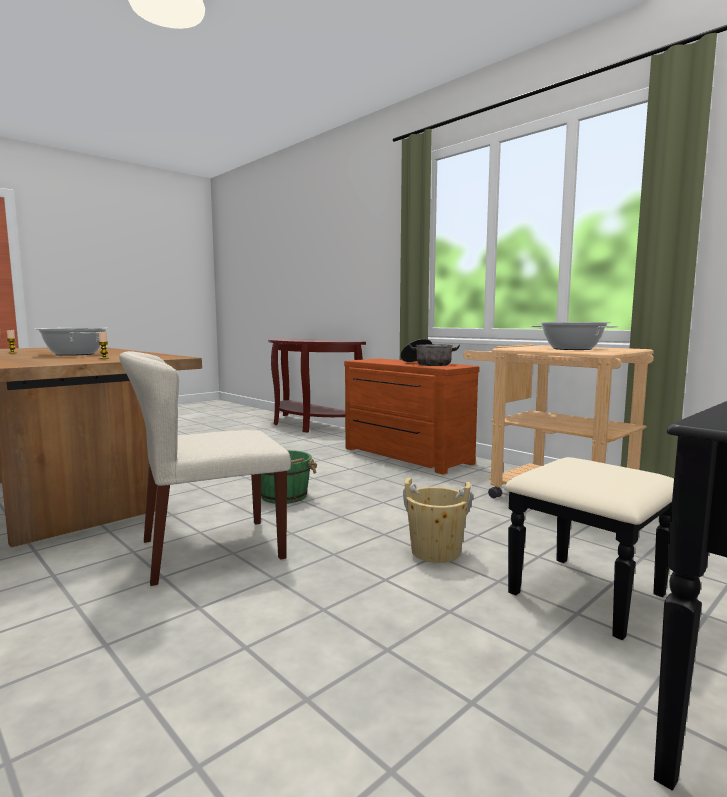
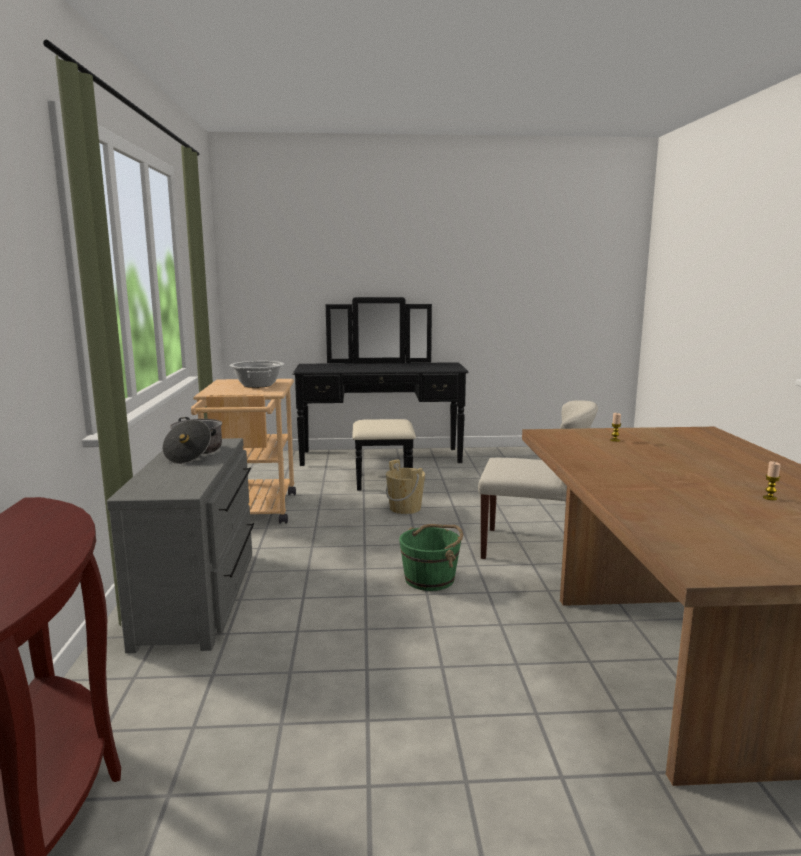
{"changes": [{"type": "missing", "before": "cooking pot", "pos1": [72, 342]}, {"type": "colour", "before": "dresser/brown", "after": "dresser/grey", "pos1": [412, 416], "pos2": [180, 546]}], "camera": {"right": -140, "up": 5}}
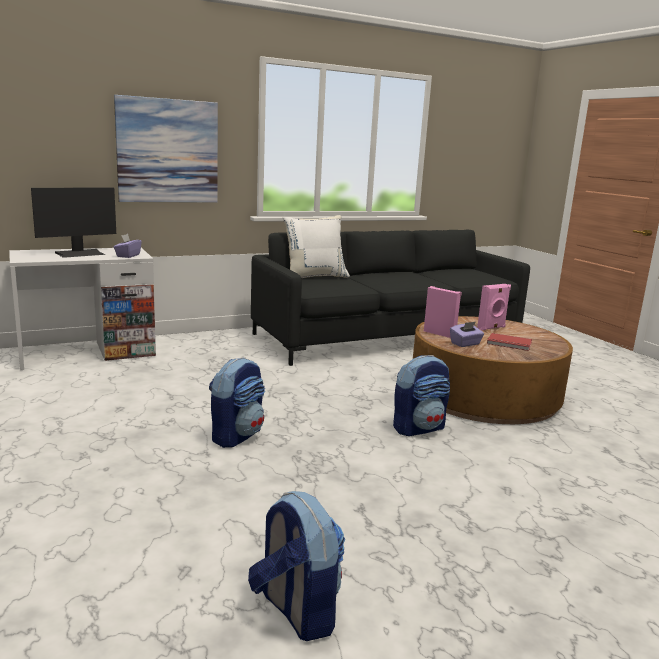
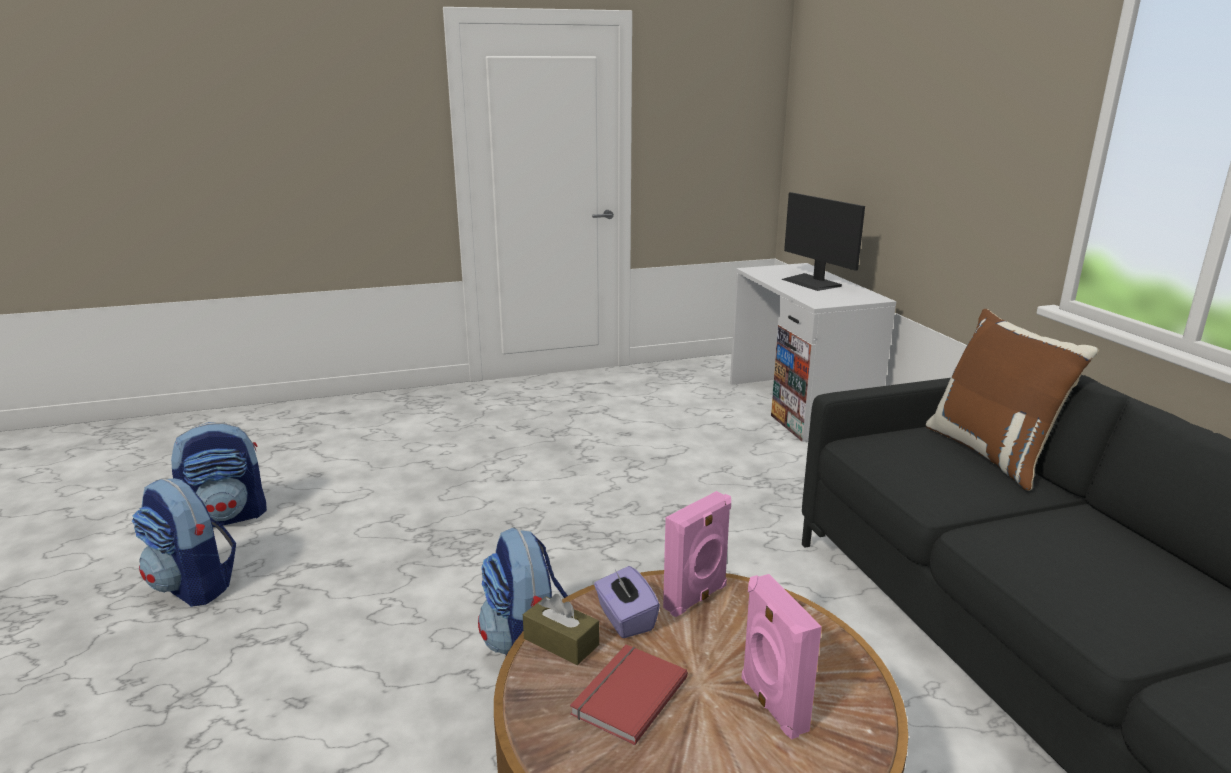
{"changes": [{"type": "missing", "before": "picture", "pos1": [166, 149]}, {"type": "missing", "before": "tissue box/purple", "pos1": [128, 246]}, {"type": "appeared", "after": "tissue box/brown", "pos2": [561, 629]}, {"type": "relocated", "before": "backpack", "pos1": [237, 402], "pos2": [184, 542]}, {"type": "colour", "before": "pillow/white", "after": "pillow/brown", "pos1": [316, 246], "pos2": [1012, 400]}], "camera": {"right": 100, "up": 5}}
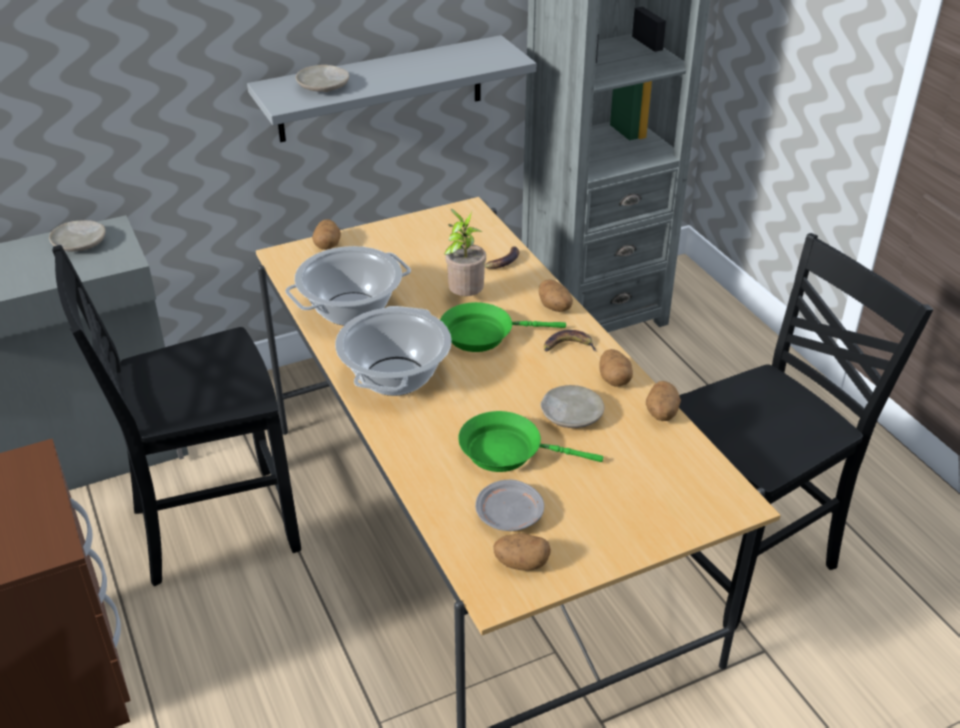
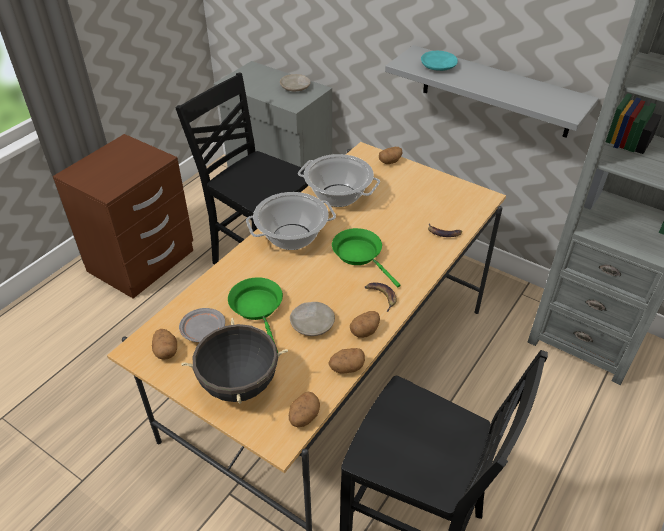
{"changes": [{"type": "missing", "before": "potted plant", "pos1": [465, 252]}, {"type": "appeared", "after": "cooking pot/black", "pos2": [234, 361]}, {"type": "relocated", "before": "potato", "pos1": [556, 295], "pos2": [304, 409]}, {"type": "colour", "before": "plate/beige", "after": "plate/turquoise", "pos1": [322, 78], "pos2": [439, 61]}], "camera": {"right": 60, "up": 5}}
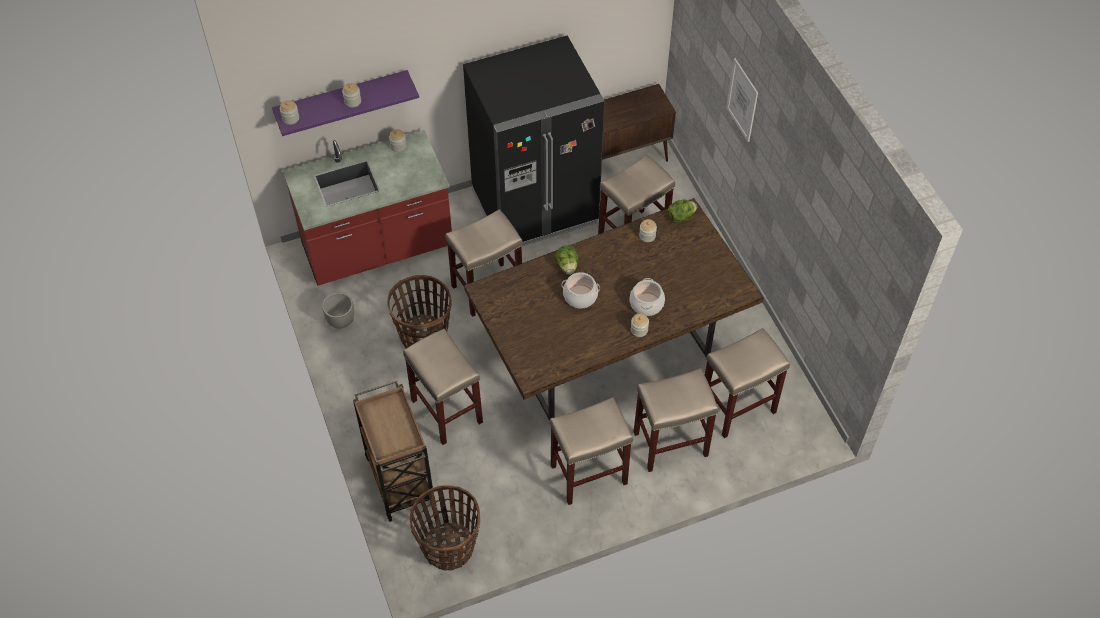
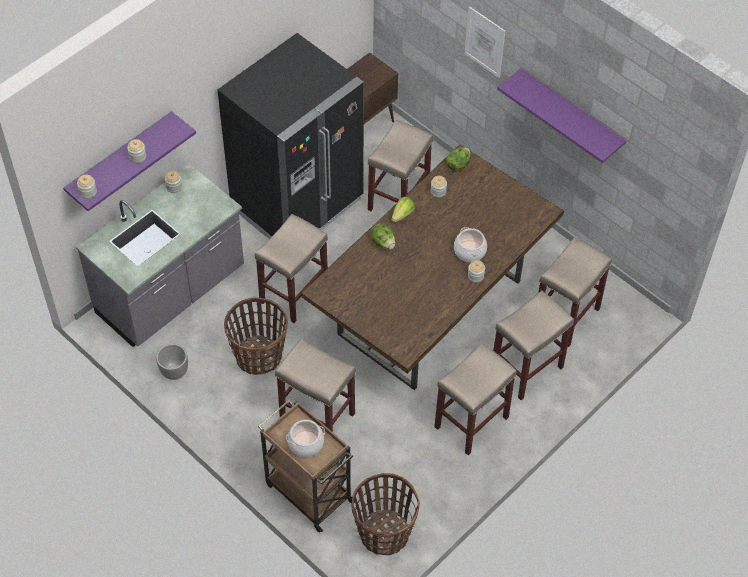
{"changes": [{"type": "appeared", "after": "lettuce", "pos2": [403, 210]}, {"type": "appeared", "after": "shelf/purple", "pos2": [561, 115]}, {"type": "relocated", "before": "cooking pot", "pos1": [581, 290], "pos2": [305, 438]}, {"type": "colour", "before": "counter/red", "after": "counter/grey", "pos1": [367, 208], "pos2": [160, 255]}], "camera": {"right": -25, "up": 0}}
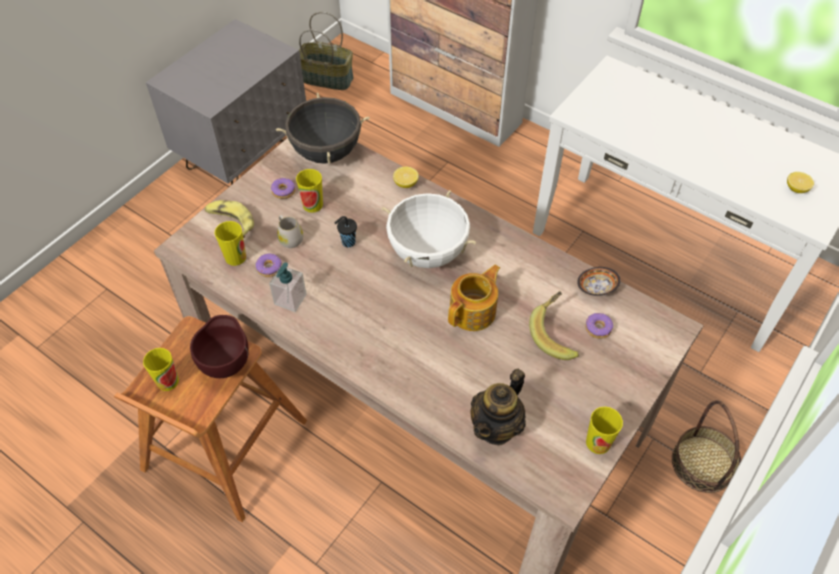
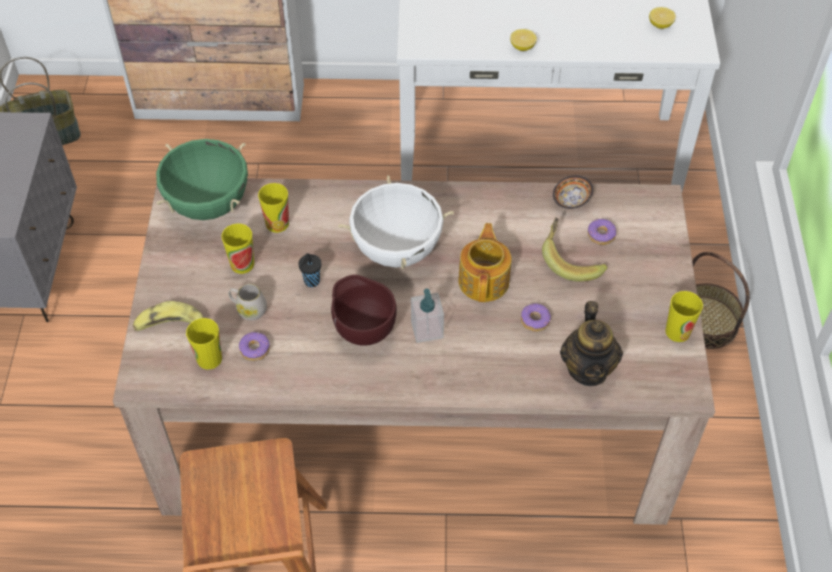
{"changes": [{"type": "relocated", "before": "cup", "pos1": [161, 369], "pos2": [273, 208]}, {"type": "relocated", "before": "bowl/brown", "pos1": [219, 346], "pos2": [364, 310]}, {"type": "relocated", "before": "soap dispenser", "pos1": [288, 287], "pos2": [427, 316]}, {"type": "relocated", "before": "donut", "pos1": [283, 188], "pos2": [536, 317]}, {"type": "relocated", "before": "lemon", "pos1": [406, 177], "pos2": [523, 40]}, {"type": "colour", "before": "cooking pot/black", "after": "cooking pot/green", "pos1": [323, 128], "pos2": [202, 179]}], "camera": {"right": -35, "up": 0}}
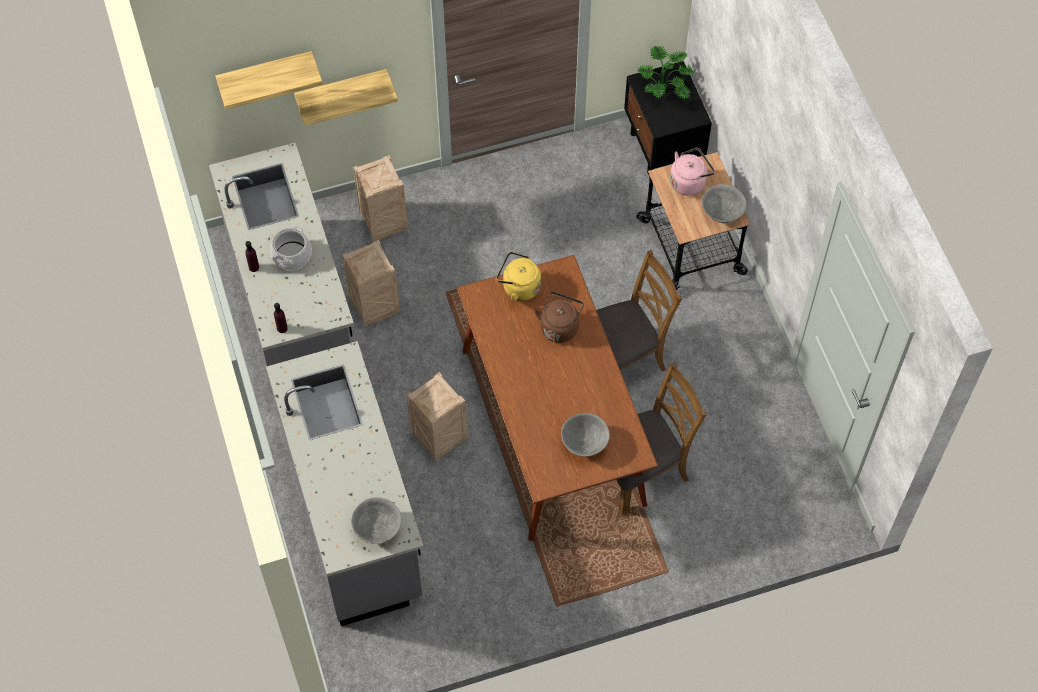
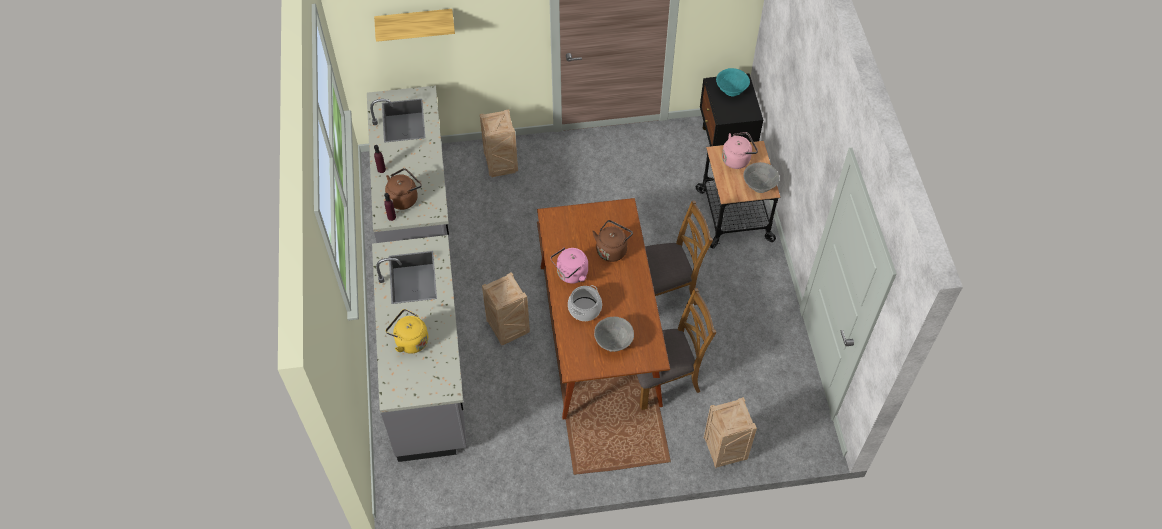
{"changes": [{"type": "missing", "before": "shelf", "pos1": [346, 97]}, {"type": "missing", "before": "bowl/grey", "pos1": [376, 520]}, {"type": "appeared", "after": "kettle/brown", "pos2": [403, 189]}, {"type": "appeared", "after": "kettle/pink", "pos2": [569, 266]}, {"type": "relocated", "before": "cooking pot", "pos1": [291, 248], "pos2": [585, 303]}, {"type": "relocated", "before": "crate", "pos1": [371, 283], "pos2": [730, 432]}, {"type": "relocated", "before": "kettle/yellow", "pos1": [519, 276], "pos2": [407, 331]}, {"type": "exchanged", "before": "potted plant", "after": "bowl/turquoise", "pos1": [666, 72], "pos2": [733, 82]}], "camera": {"right": 10, "up": -5}}
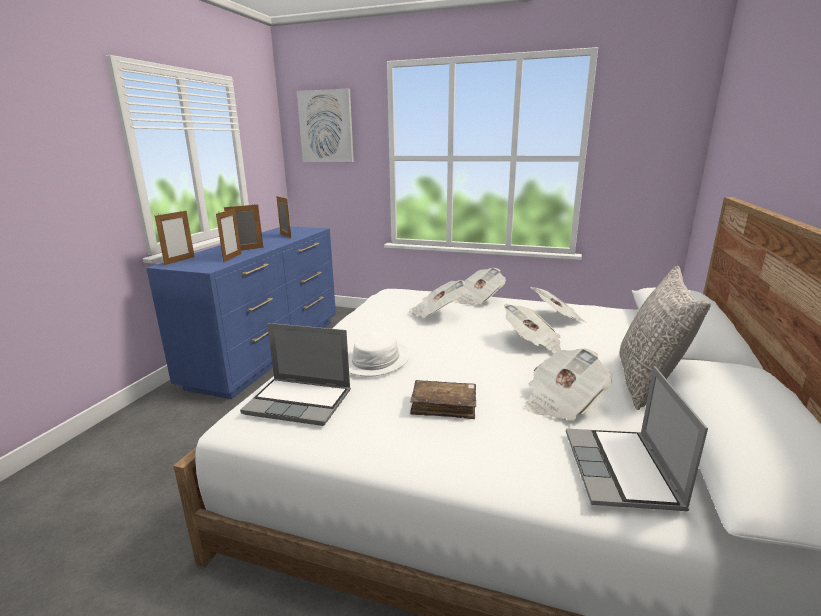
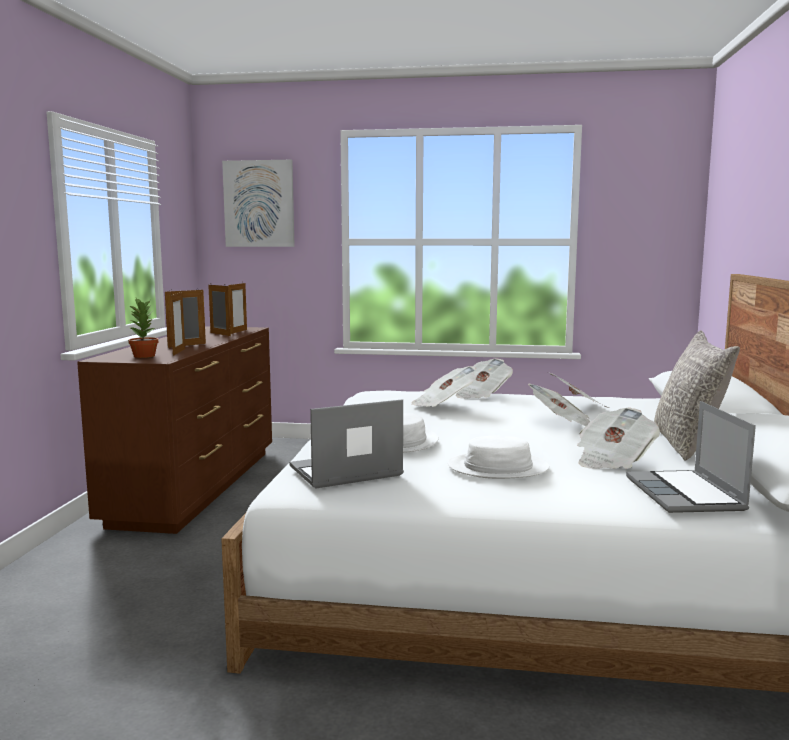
{"changes": [{"type": "appeared", "after": "potted plant", "pos2": [143, 328]}, {"type": "relocated", "before": "picture frame", "pos1": [175, 238], "pos2": [237, 308]}, {"type": "exchanged", "before": "book/brown", "after": "hat/white", "pos1": [443, 399], "pos2": [498, 457]}, {"type": "colour", "before": "dresser/blue", "after": "dresser/brown", "pos1": [241, 312], "pos2": [174, 430]}, {"type": "spun", "before": "laptop", "pos1": [295, 374], "pos2": [347, 443], "turn": 150}], "camera": {"right": -10, "up": -10}}
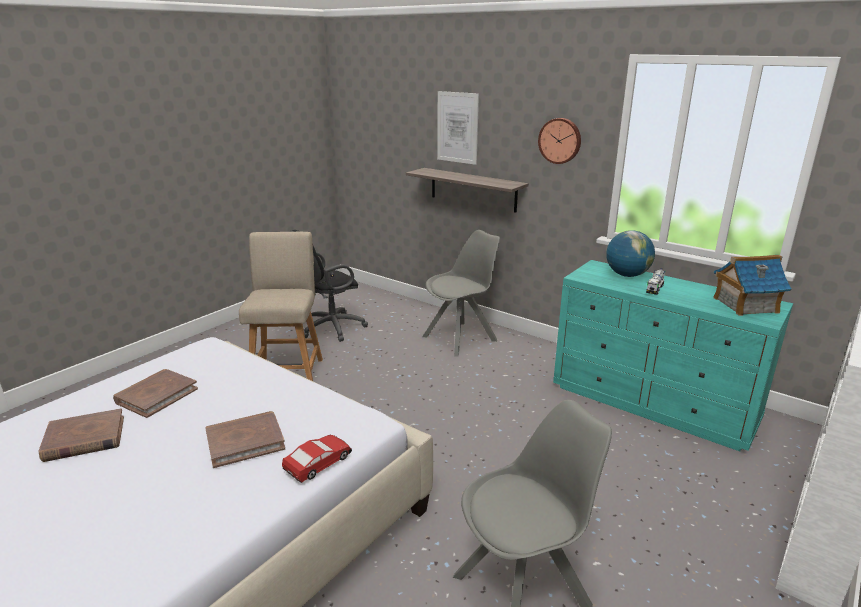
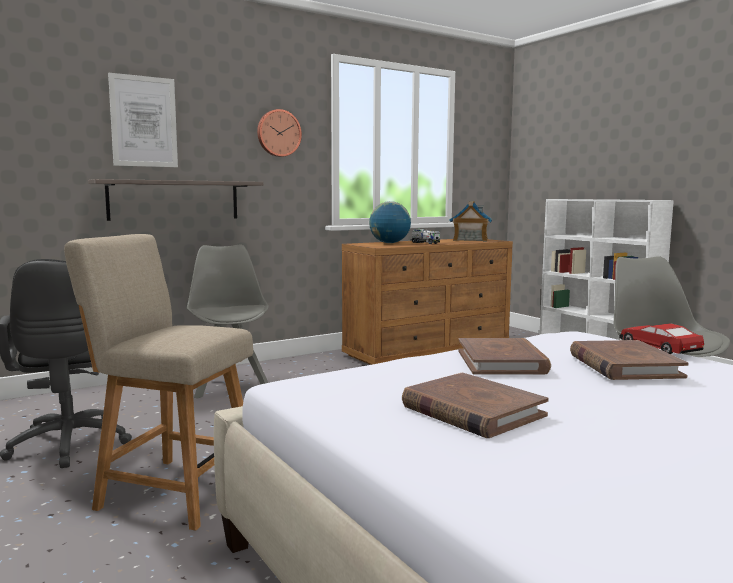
{"changes": [{"type": "relocated", "before": "book/brown", "pos1": [81, 435], "pos2": [504, 356]}, {"type": "colour", "before": "dresser/turquoise", "after": "dresser/brown", "pos1": [673, 355], "pos2": [427, 302]}], "camera": {"right": -70, "up": -15}}
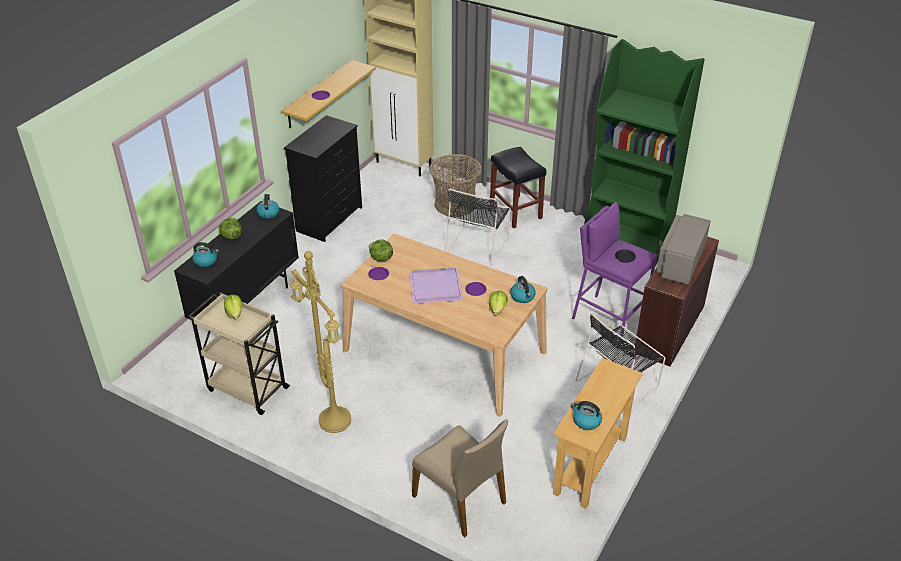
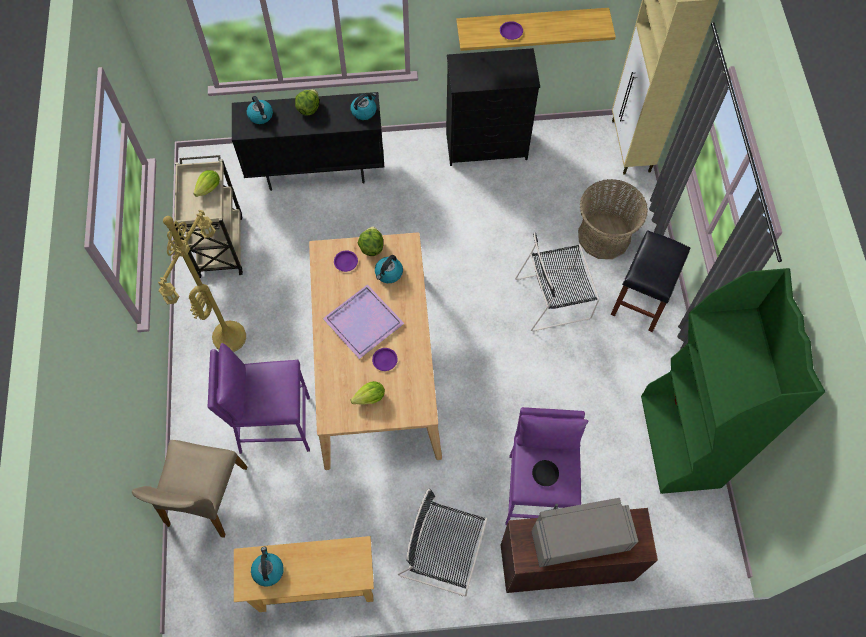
{"changes": [{"type": "appeared", "after": "stool/purple", "pos2": [259, 398]}, {"type": "relocated", "before": "kettle", "pos1": [523, 289], "pos2": [389, 269]}], "camera": {"right": 55, "up": 25}}
